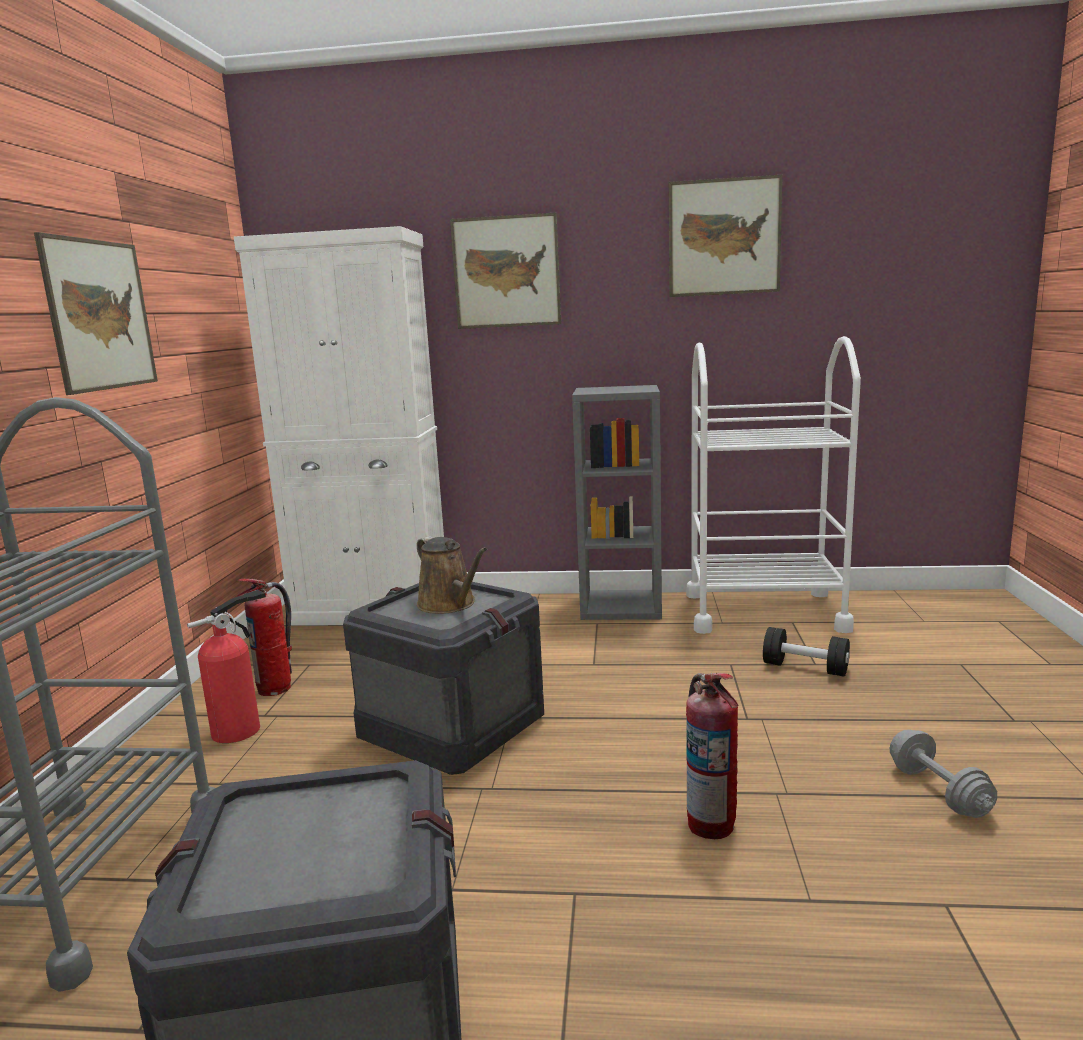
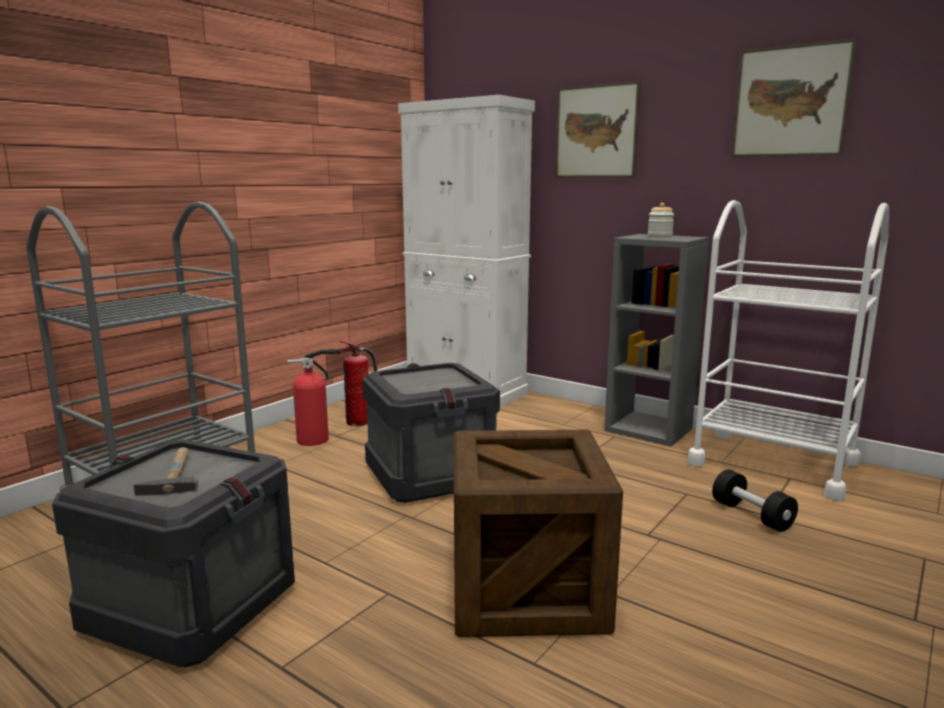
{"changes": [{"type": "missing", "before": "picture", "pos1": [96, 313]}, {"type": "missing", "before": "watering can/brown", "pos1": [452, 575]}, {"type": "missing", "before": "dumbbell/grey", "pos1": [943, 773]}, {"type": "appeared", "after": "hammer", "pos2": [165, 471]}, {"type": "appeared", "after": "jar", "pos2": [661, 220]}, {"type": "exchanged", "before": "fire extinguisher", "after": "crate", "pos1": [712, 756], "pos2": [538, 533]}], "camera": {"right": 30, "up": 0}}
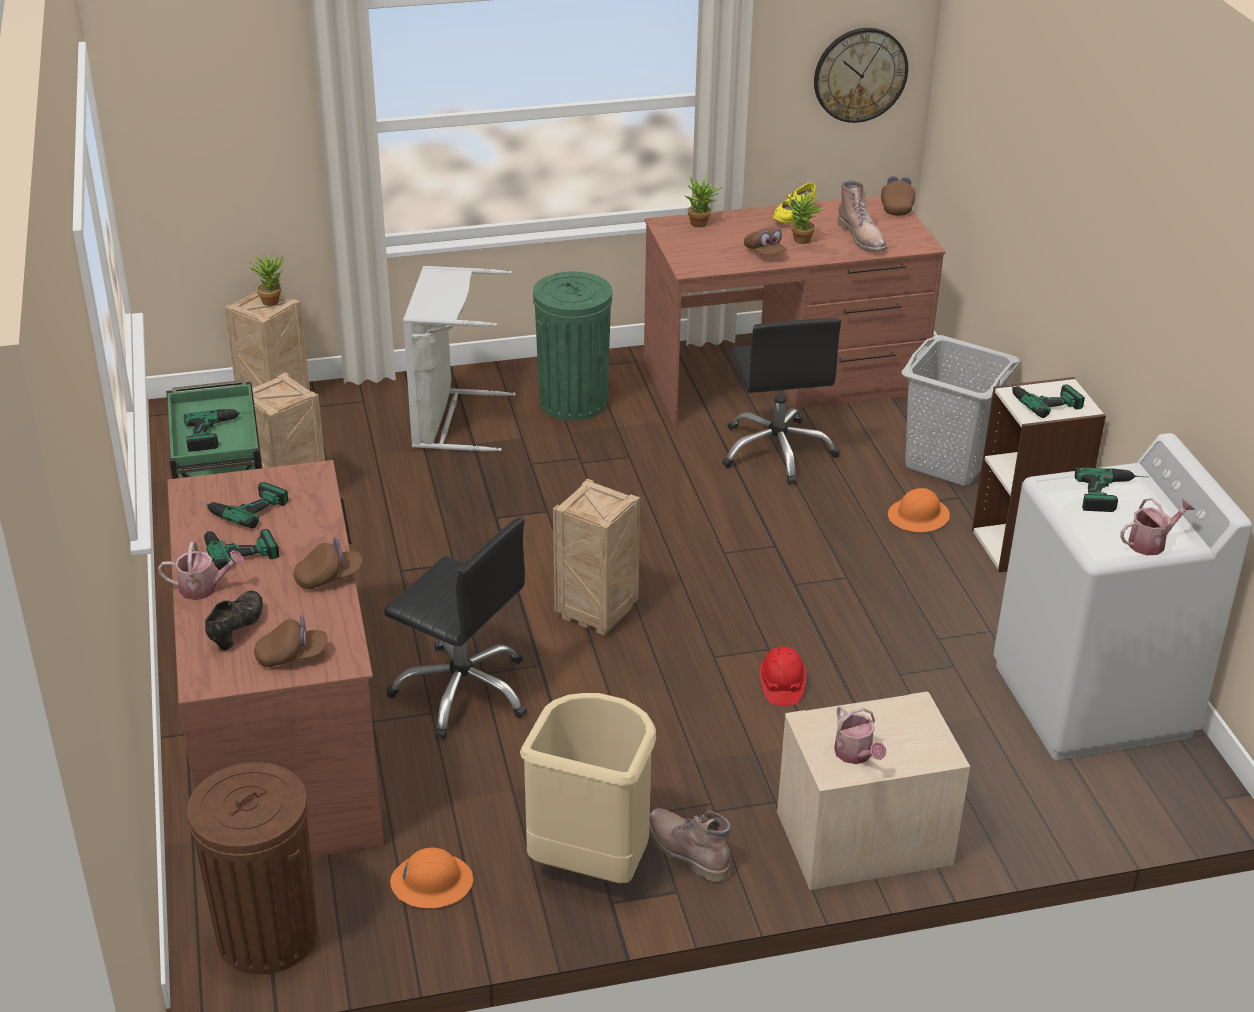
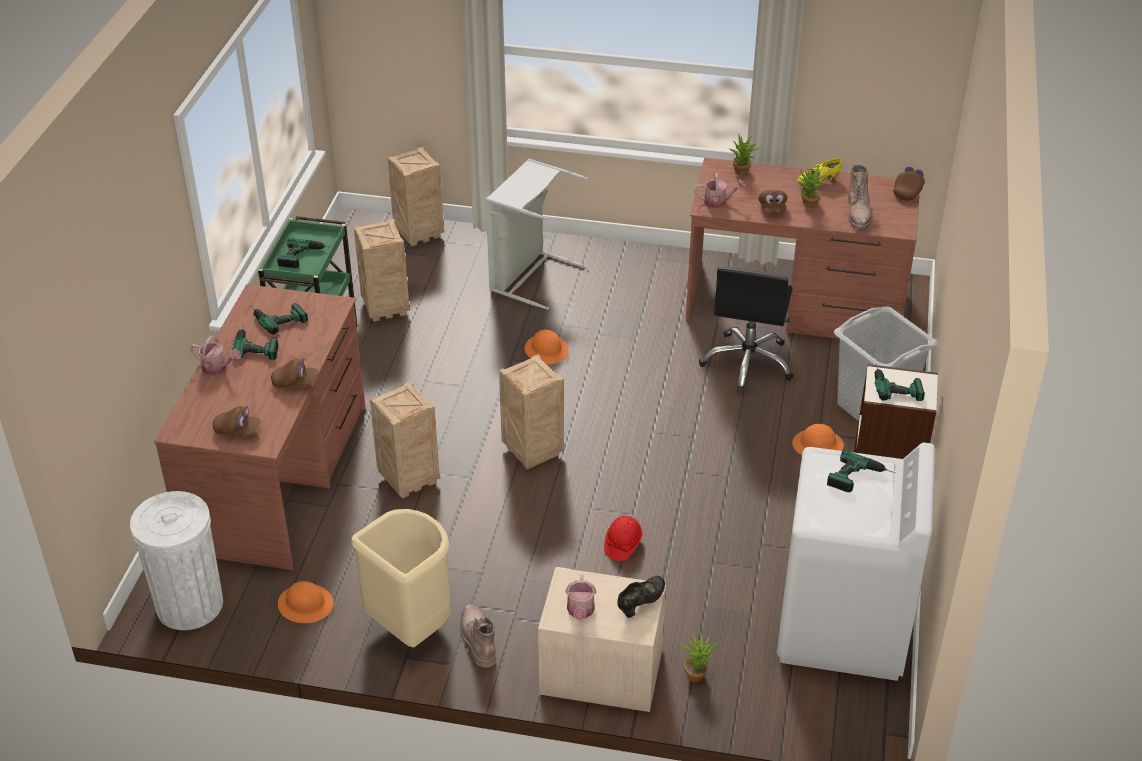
{"changes": [{"type": "missing", "before": "trash can/green", "pos1": [572, 346]}, {"type": "missing", "before": "wall clock", "pos1": [861, 75]}, {"type": "appeared", "after": "hard hat/orange", "pos2": [546, 346]}, {"type": "relocated", "before": "shoe/black", "pos1": [234, 621], "pos2": [641, 597]}, {"type": "relocated", "before": "potted plant", "pos1": [266, 279], "pos2": [698, 657]}, {"type": "relocated", "before": "watering can", "pos1": [1157, 526], "pos2": [720, 190]}, {"type": "exchanged", "before": "office chair/black", "after": "crate", "pos1": [455, 628], "pos2": [405, 440]}, {"type": "colour", "before": "trash can/brown", "after": "trash can/white", "pos1": [252, 868], "pos2": [176, 560]}], "camera": {"right": 25, "up": 5}}
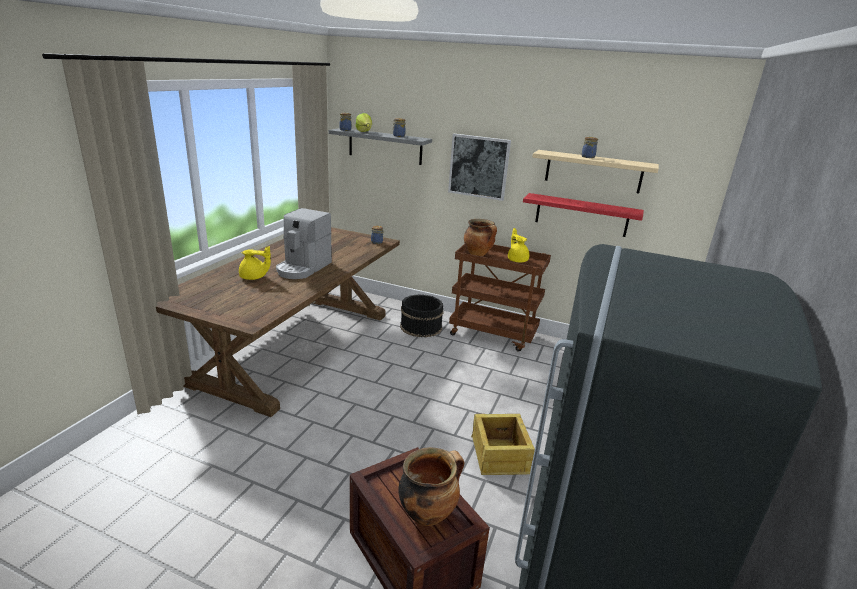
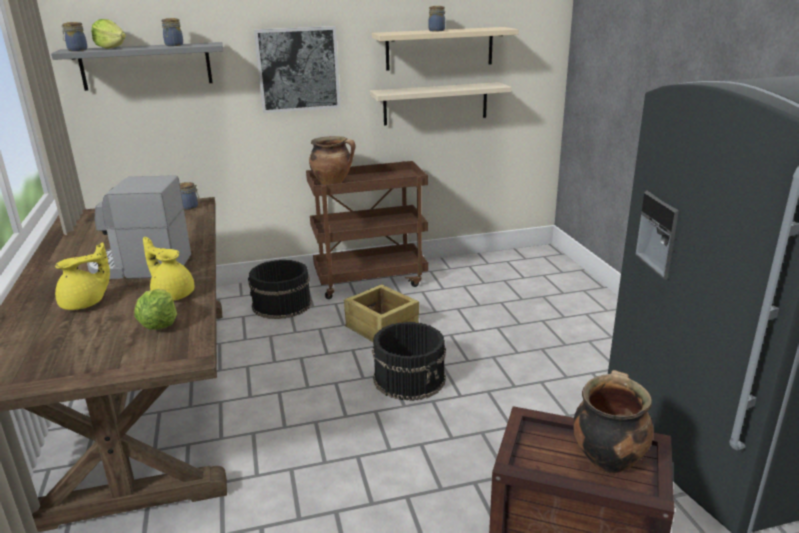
{"changes": [{"type": "appeared", "after": "lettuce", "pos2": [155, 309]}, {"type": "appeared", "after": "bucket/black", "pos2": [409, 361]}, {"type": "relocated", "before": "crate", "pos1": [503, 444], "pos2": [381, 313]}, {"type": "relocated", "before": "teapot/yellow", "pos1": [518, 245], "pos2": [168, 269]}, {"type": "colour", "before": "shelf/red", "after": "shelf/beige", "pos1": [583, 215], "pos2": [441, 104]}, {"type": "spun", "before": "coffee machine", "pos1": [304, 243], "pos2": [139, 227], "turn": 105}], "camera": {"right": -35, "up": 0}}
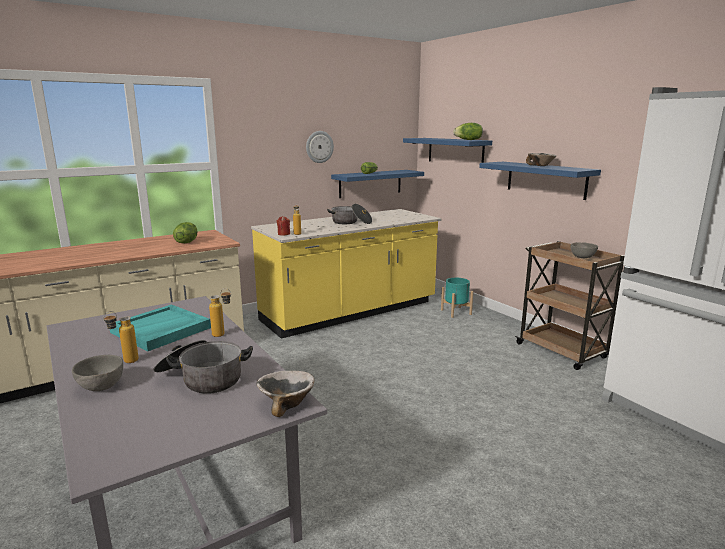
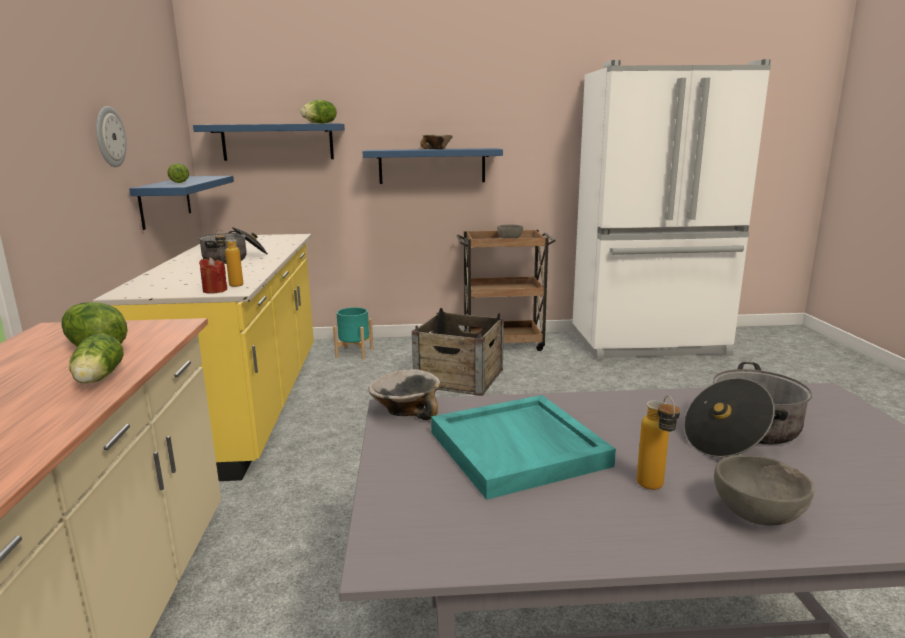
{"changes": [{"type": "missing", "before": "bottle", "pos1": [220, 312]}, {"type": "appeared", "after": "lettuce", "pos2": [96, 359]}, {"type": "appeared", "after": "crate", "pos2": [458, 352]}, {"type": "relocated", "before": "bowl", "pos1": [285, 394], "pos2": [404, 394]}], "camera": {"right": -60, "up": 0}}
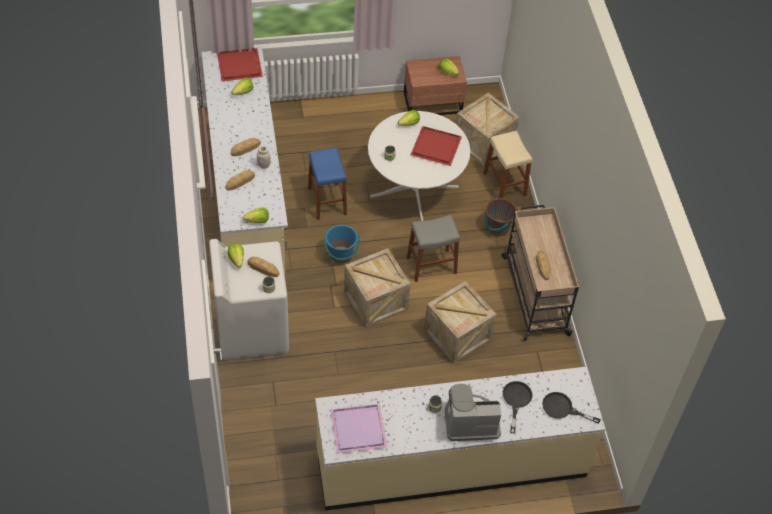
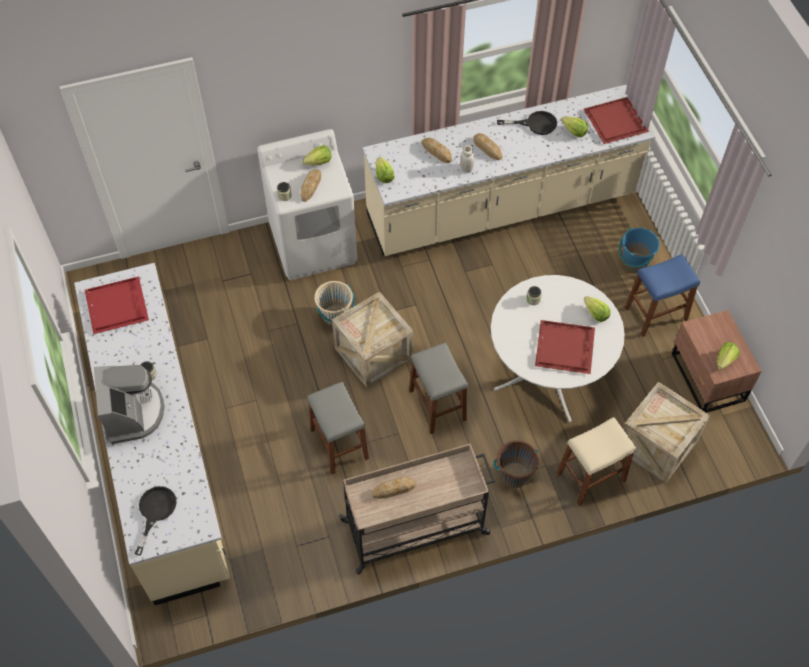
{"changes": [{"type": "appeared", "after": "bucket/beige", "pos2": [334, 303]}, {"type": "relocated", "before": "stool/blue", "pos1": [327, 184], "pos2": [662, 295]}, {"type": "relocated", "before": "bucket/blue", "pos1": [342, 244], "pos2": [639, 250]}, {"type": "relocated", "before": "frying pan/black", "pos1": [518, 407], "pos2": [527, 123]}, {"type": "exchanged", "before": "crate", "after": "stool/grey", "pos1": [460, 322], "pos2": [338, 427]}, {"type": "colour", "before": "tray/purple", "after": "tray/red", "pos1": [358, 429], "pos2": [117, 305]}], "camera": {"right": 85, "up": 5}}
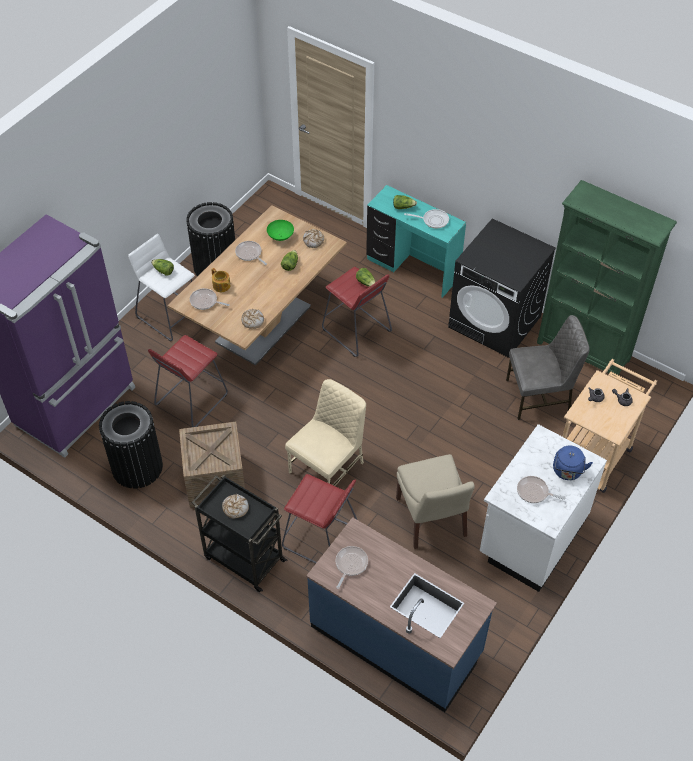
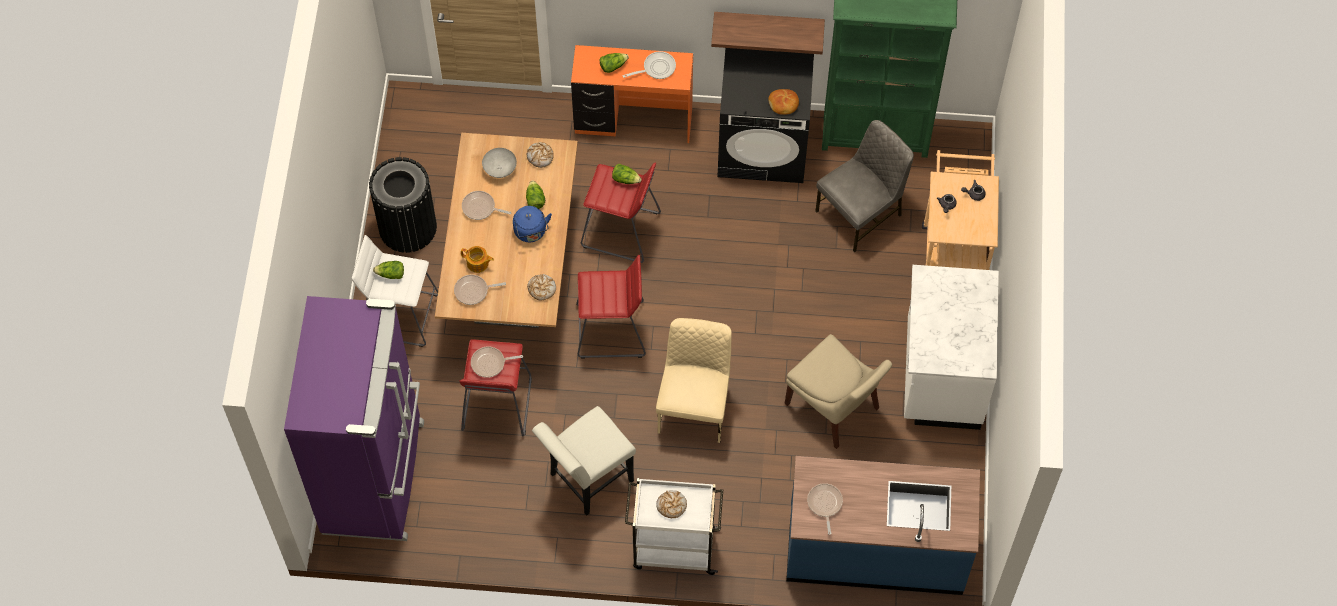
{"changes": [{"type": "missing", "before": "trash can/black", "pos1": [131, 445]}, {"type": "appeared", "after": "shelf", "pos2": [768, 33]}, {"type": "appeared", "after": "bread", "pos2": [783, 102]}, {"type": "relocated", "before": "stool/red", "pos1": [319, 519], "pos2": [611, 306]}, {"type": "relocated", "before": "frying pan", "pos1": [541, 489], "pos2": [497, 362]}, {"type": "relocated", "before": "kettle/blue", "pos1": [573, 462], "pos2": [532, 224]}, {"type": "exchanged", "before": "crate", "after": "chair/white", "pos1": [212, 465], "pos2": [584, 461]}, {"type": "colour", "before": "cart/black", "after": "cart/white", "pos1": [239, 533], "pos2": [674, 526]}, {"type": "colour", "before": "bowl/green", "after": "bowl/grey", "pos1": [280, 230], "pos2": [499, 163]}, {"type": "colour", "before": "desk/turquoise", "after": "desk/orange", "pos1": [416, 241], "pos2": [632, 94]}], "camera": {"right": -30, "up": 10}}
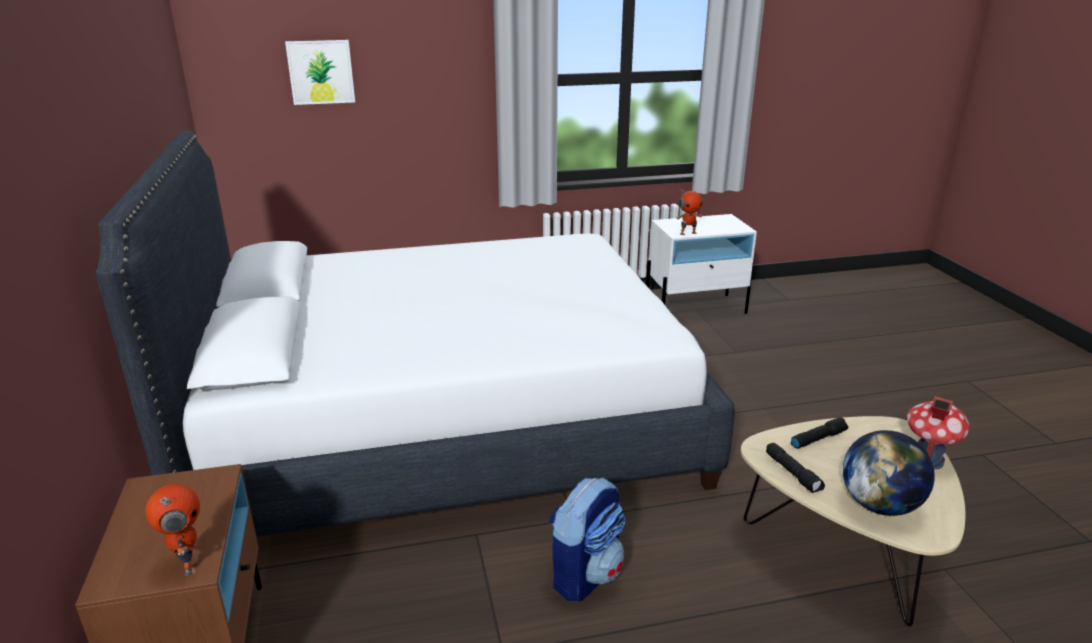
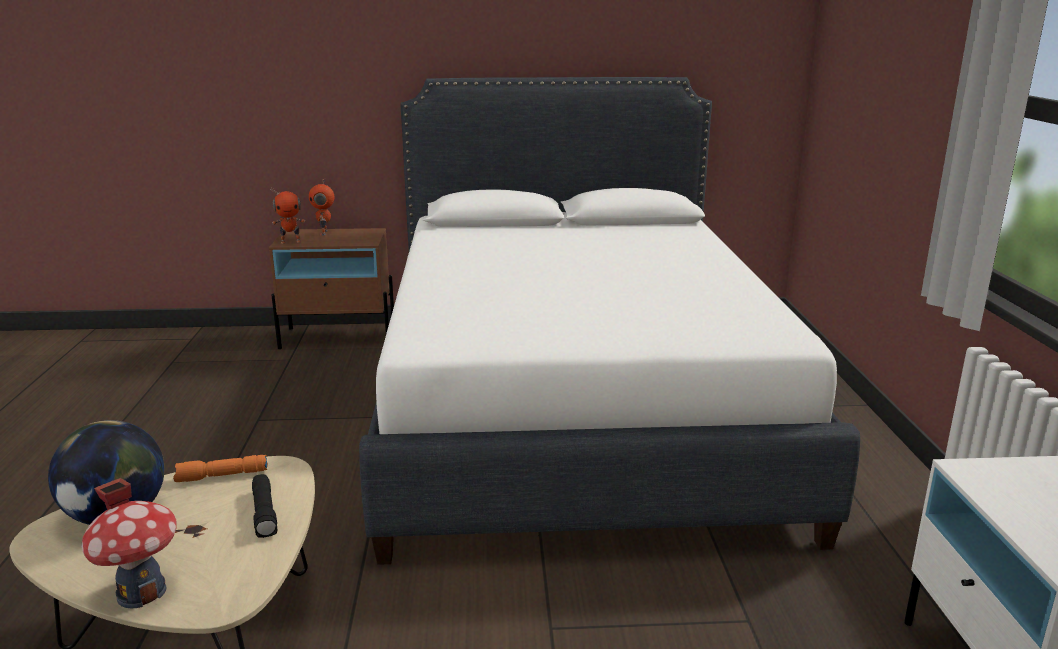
{"changes": [{"type": "missing", "before": "picture", "pos1": [320, 72]}, {"type": "missing", "before": "backpack", "pos1": [586, 539]}, {"type": "relocated", "before": "toy robot", "pos1": [689, 211], "pos2": [321, 207]}, {"type": "colour", "before": "flashlight/black", "after": "flashlight/orange", "pos1": [795, 468], "pos2": [220, 468]}], "camera": {"right": 100, "up": -5}}
